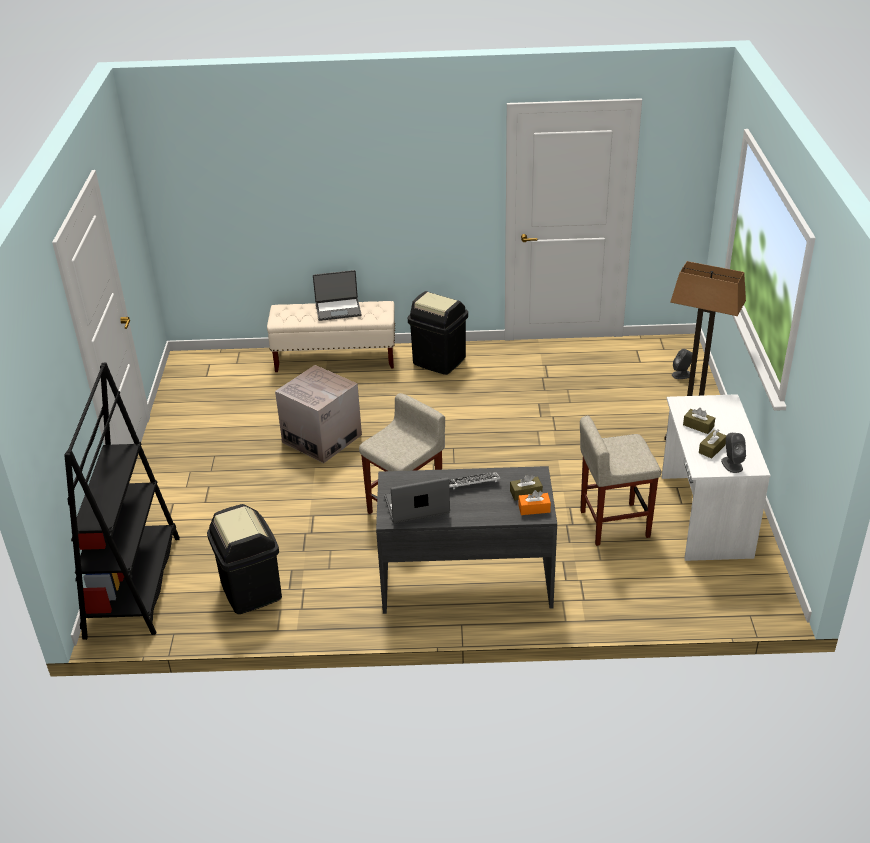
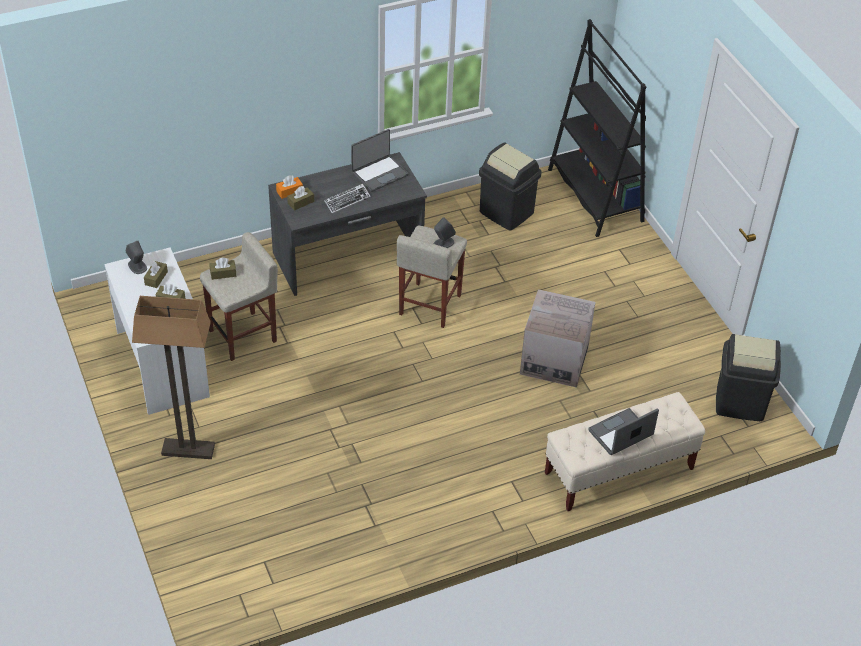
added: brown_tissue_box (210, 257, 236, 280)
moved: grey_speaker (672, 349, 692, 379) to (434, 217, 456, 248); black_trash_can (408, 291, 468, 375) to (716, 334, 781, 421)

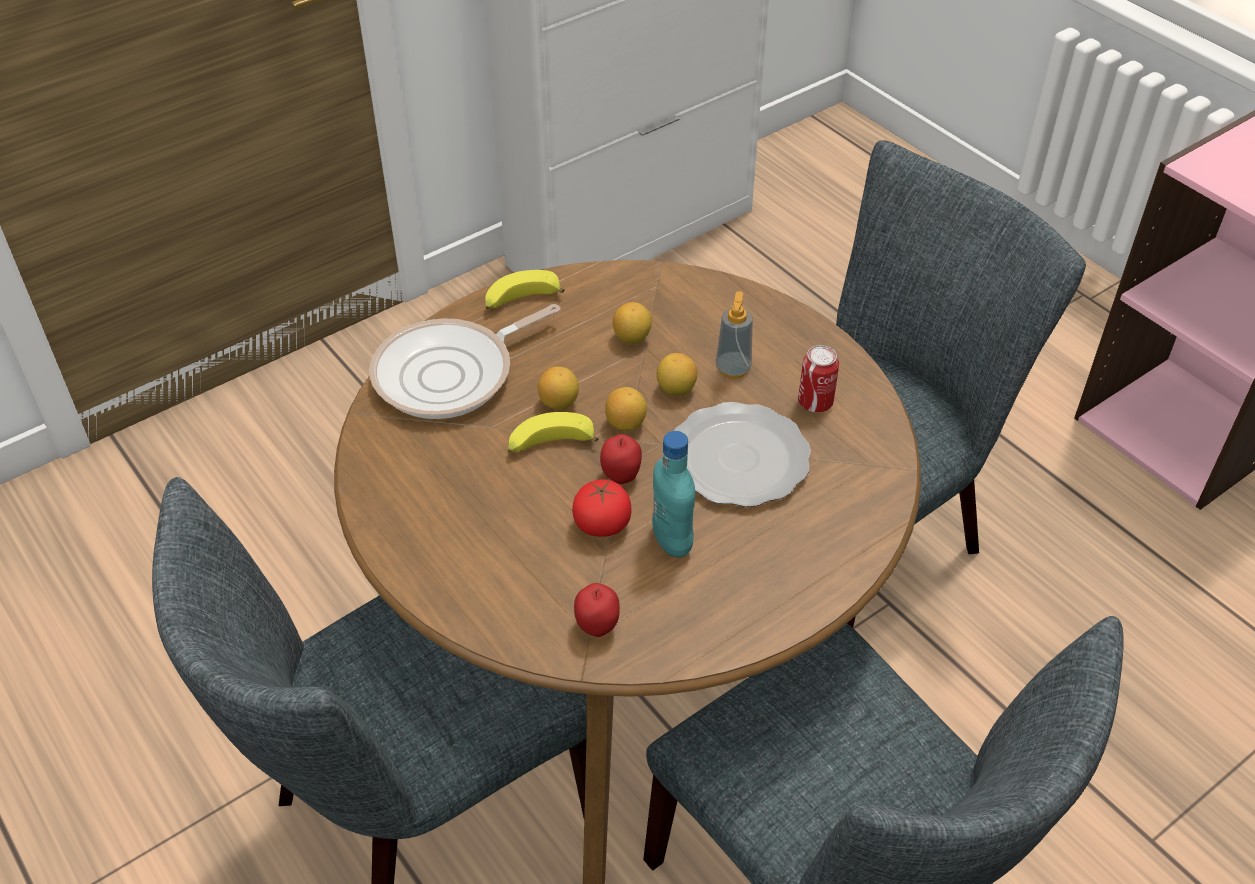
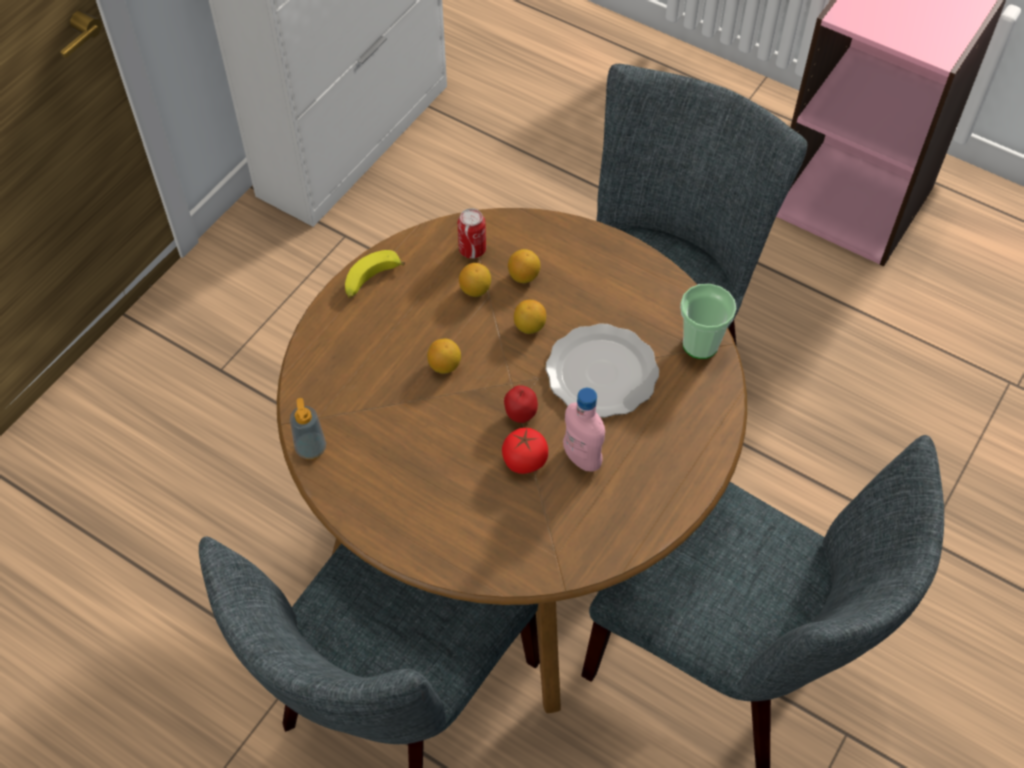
removed: frying_pan (370, 304, 560, 419); banana (508, 412, 599, 453); apple (574, 583, 620, 637)
added: cup (680, 284, 736, 359)
moved: soap_dispenser (716, 291, 753, 379) to (290, 398, 326, 460); can (798, 345, 839, 412) to (458, 208, 486, 259); lemon (605, 387, 647, 431) to (508, 249, 540, 283)
recoloured: turquoise_bottle (652, 431, 695, 558) to pink_bottle (563, 388, 605, 471)

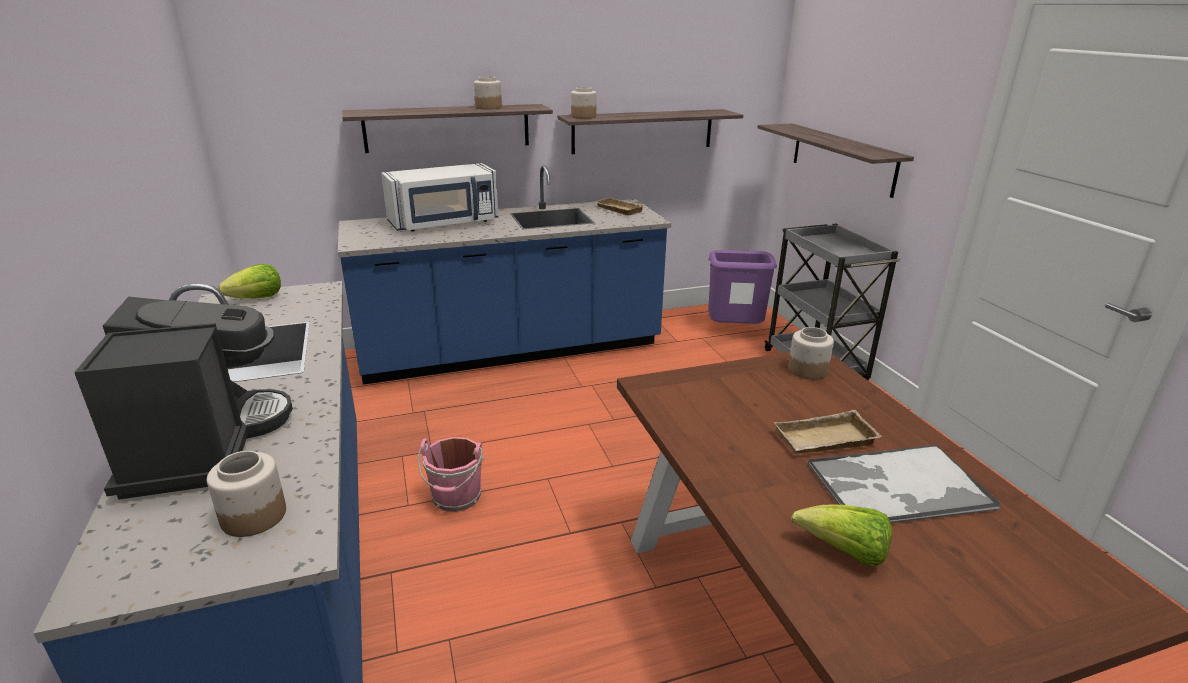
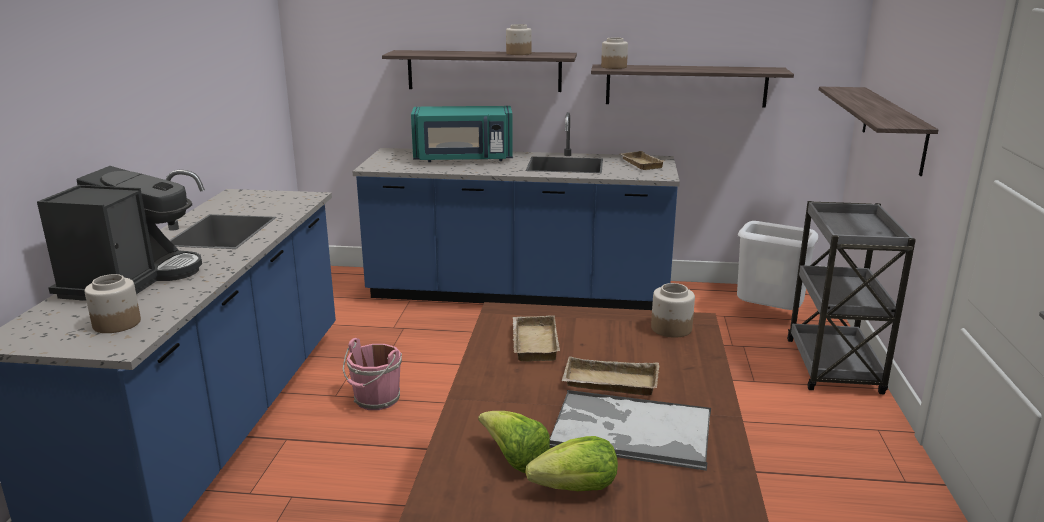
added: beige_tray (512, 315, 560, 362)
moved: lettuce (218, 264, 281, 298) to (525, 436, 618, 491)
recoloured: white_microwave (381, 163, 499, 232) to turquoise_microwave (411, 106, 513, 162); purple_trash_can (708, 250, 777, 324) to white_trash_can (737, 221, 818, 310)

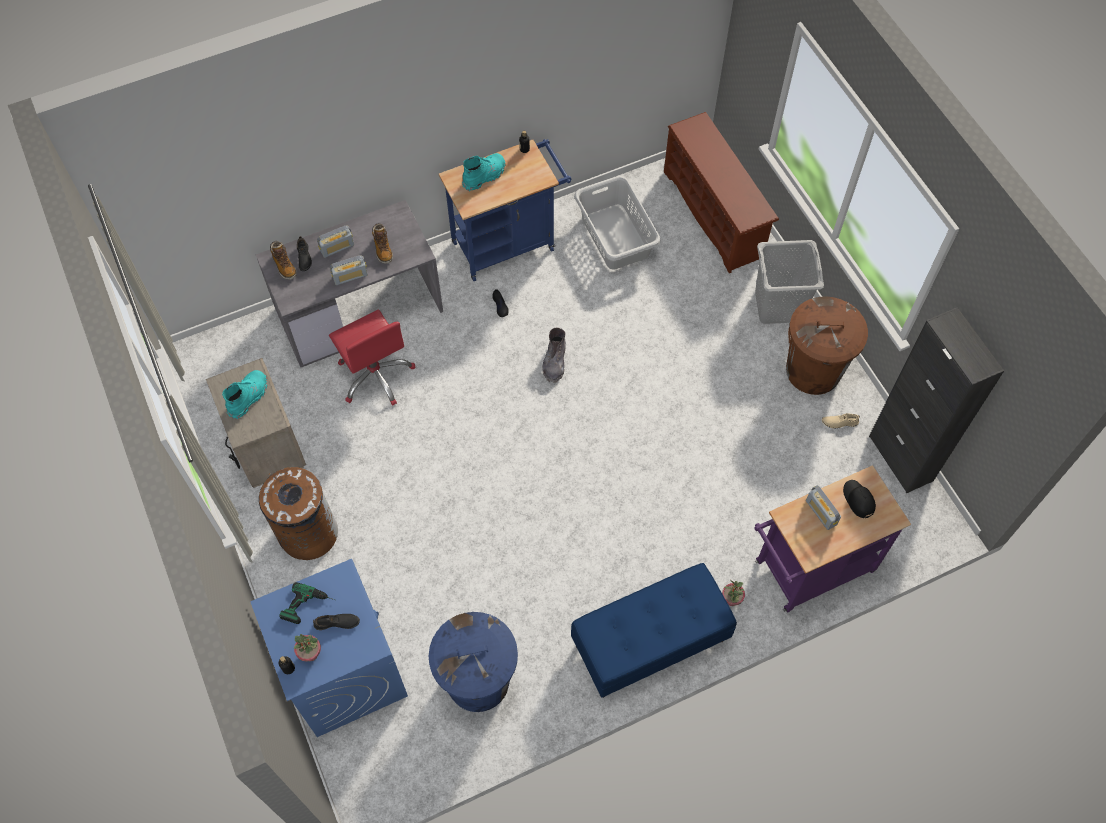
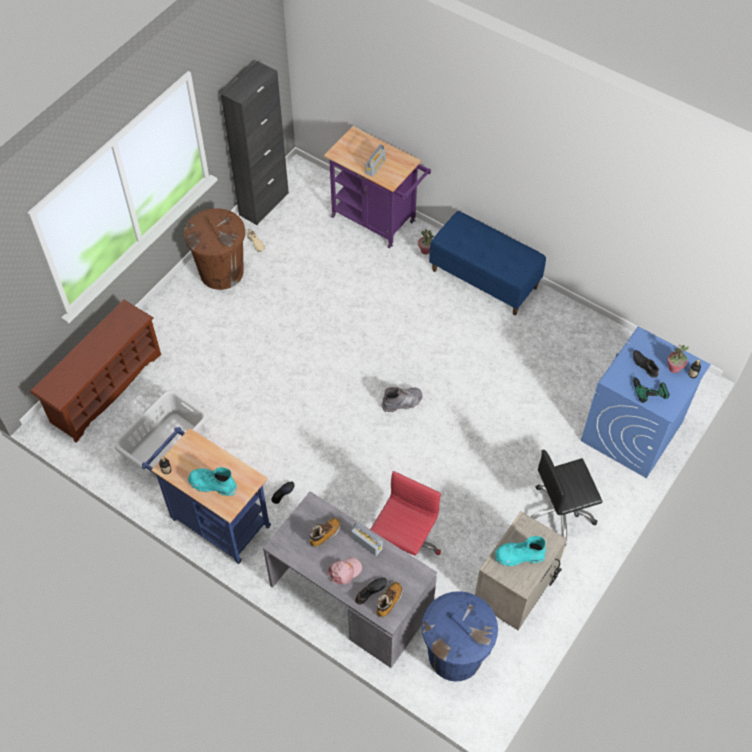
removed: grey_laundry_basket (755, 240, 824, 324); black_cap (843, 480, 876, 519)
moved: grey_boot (542, 328, 566, 383) to (381, 387, 423, 412); blue_trash_can (429, 612, 518, 712) to (422, 591, 498, 681)
replaced: radio (317, 225, 354, 258) to pink_cap (328, 557, 362, 585); brown_trash_can (259, 467, 338, 560) to black_office_chair (531, 450, 603, 546)

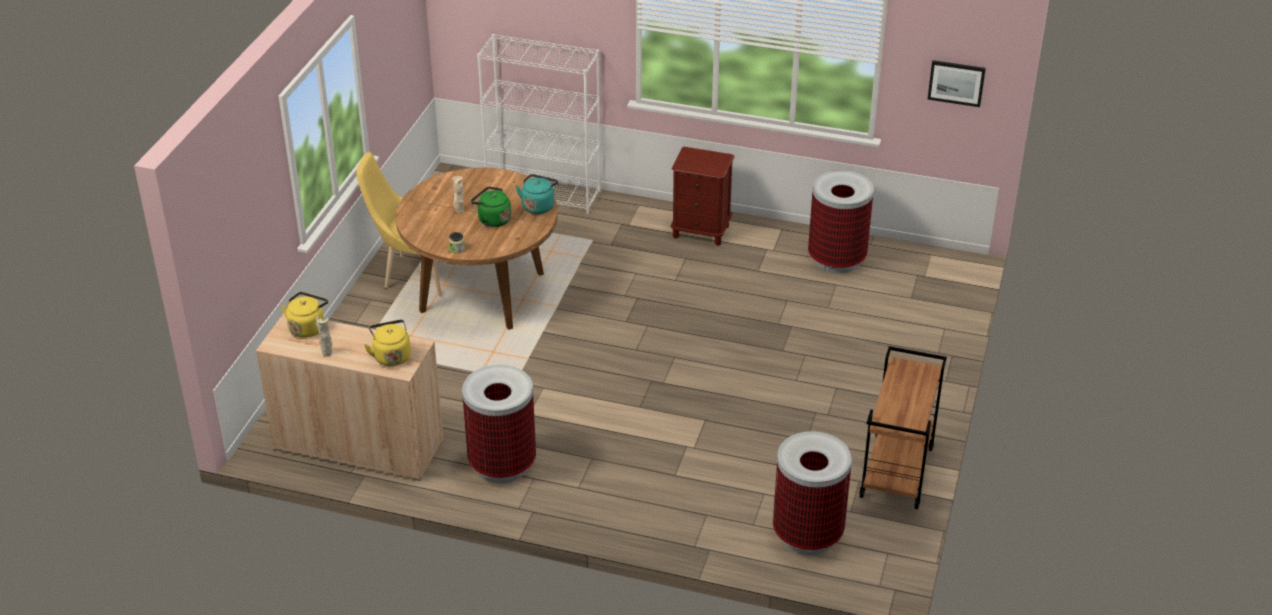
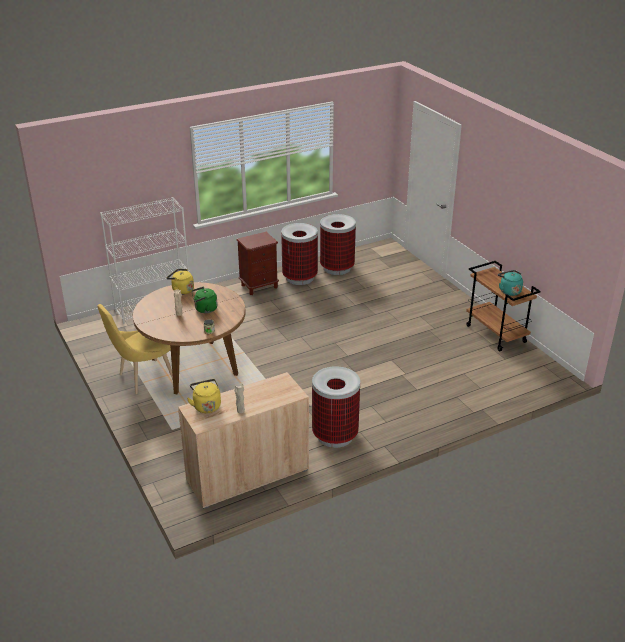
removed: picture (927, 60, 986, 107)
moved: yellow_kettle (364, 320, 411, 366) to (167, 269, 194, 295); trash_can (773, 431, 852, 555) to (281, 223, 318, 285); turquoise_kettle (516, 174, 558, 214) to (498, 270, 523, 296)

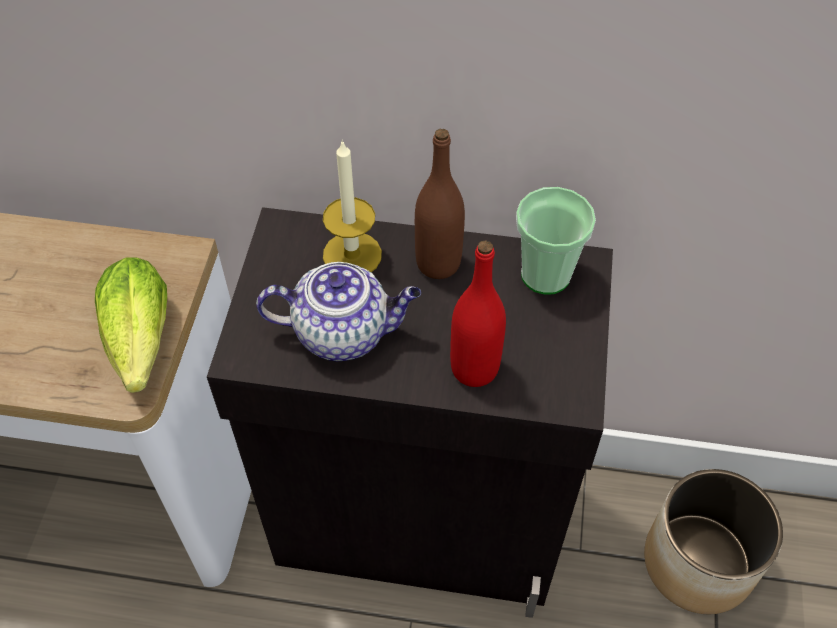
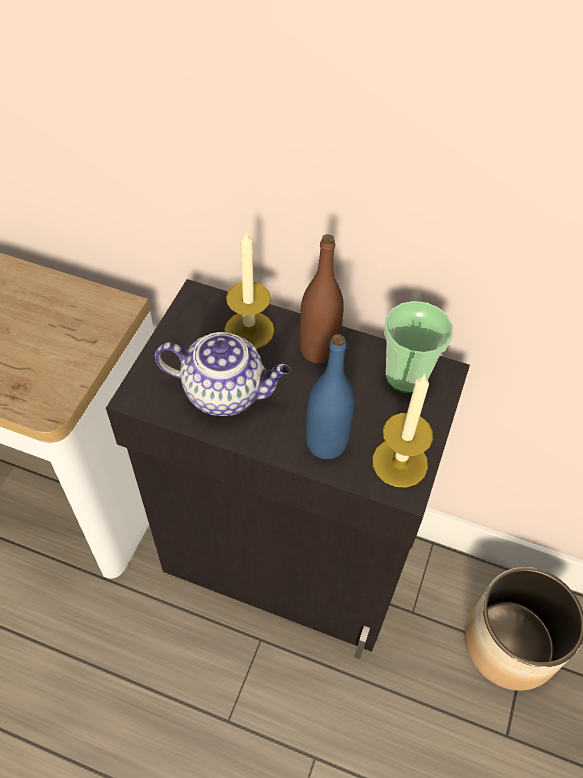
removed: lettuce (95, 257, 167, 393)
added: candle (372, 373, 433, 487)
recoloured: red_bottle (450, 240, 506, 387) to blue_bottle (306, 334, 355, 459)

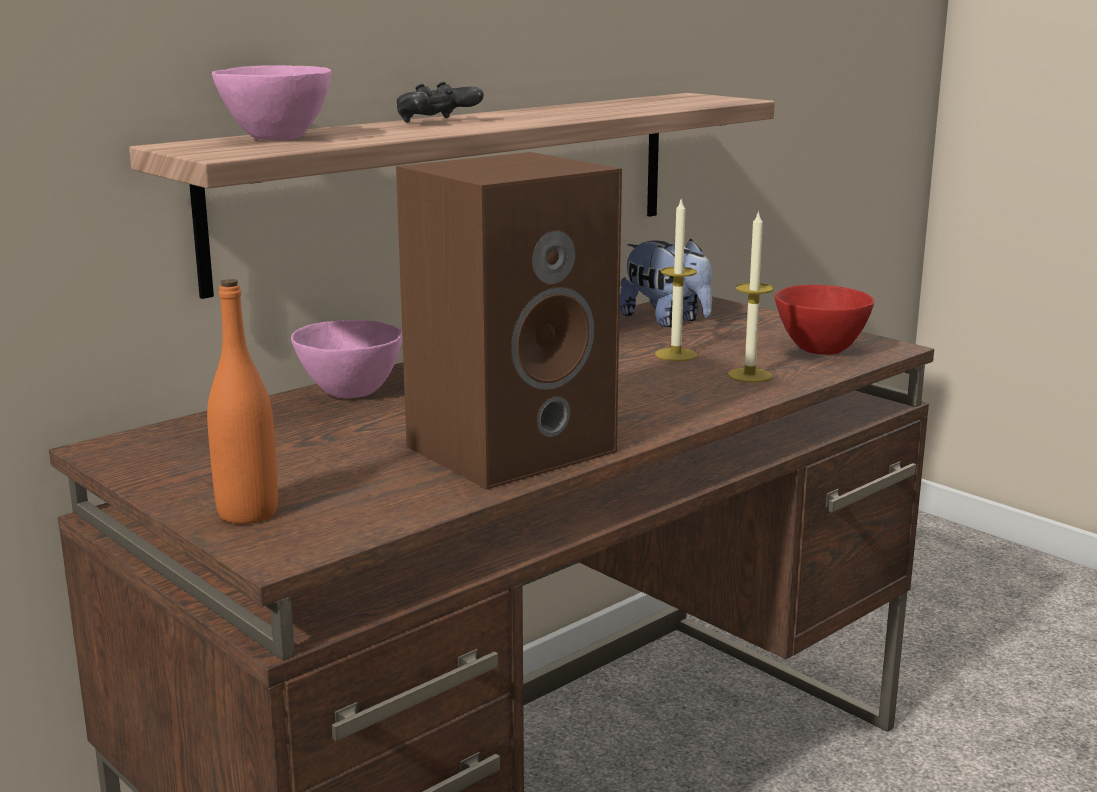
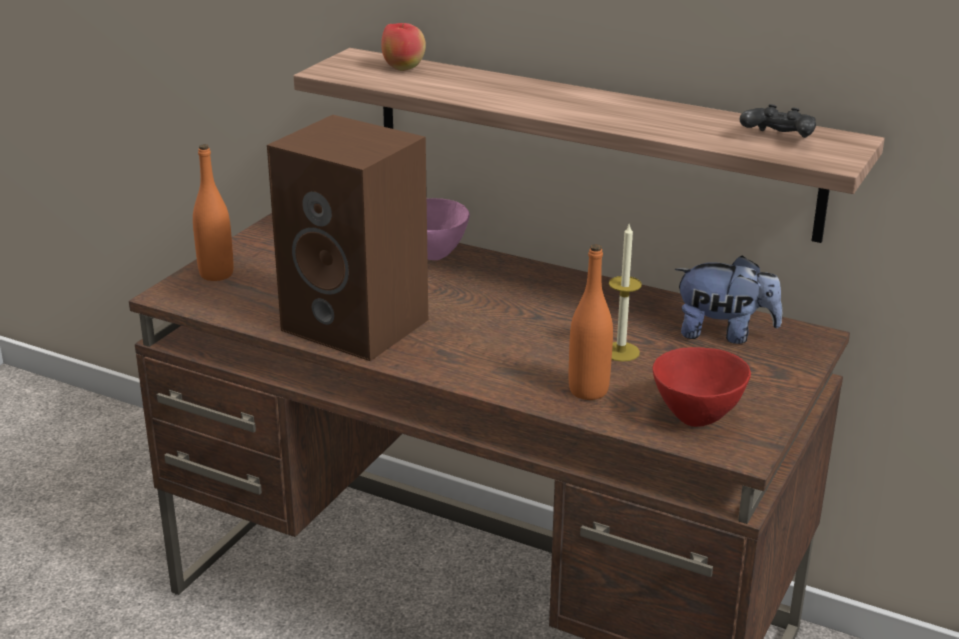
moved: black_game_controller (397, 82, 484, 123) to (739, 104, 816, 138)
replaced: pink_bowl (212, 65, 331, 141) to apple (381, 23, 426, 71); candle (728, 210, 774, 382) to orange_bottle (569, 244, 613, 400)
turned: plush_toy (619, 239, 712, 327) = (675, 255, 782, 344) 105 degrees counterclockwise

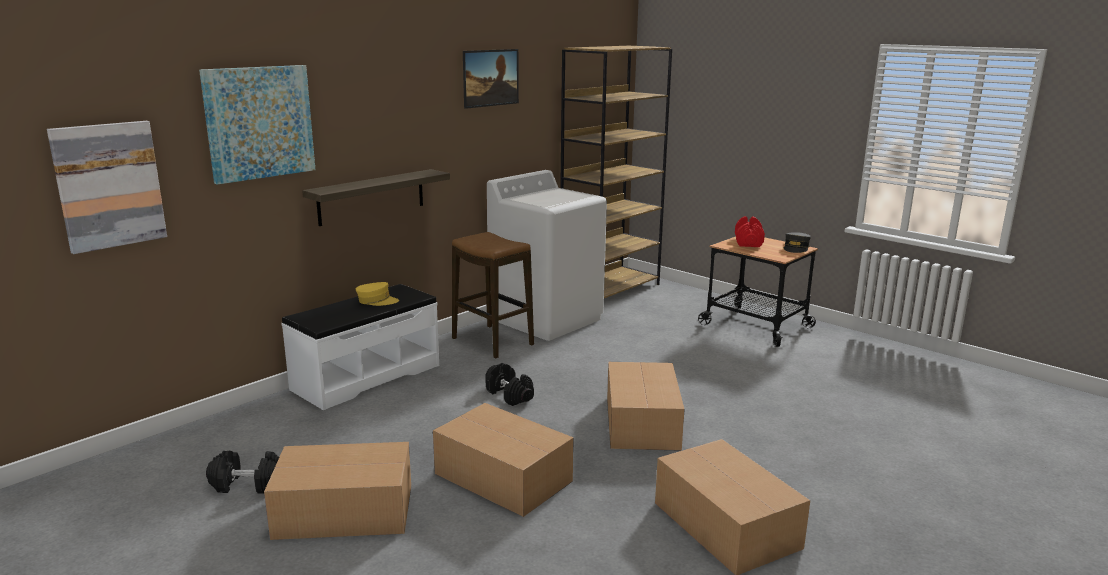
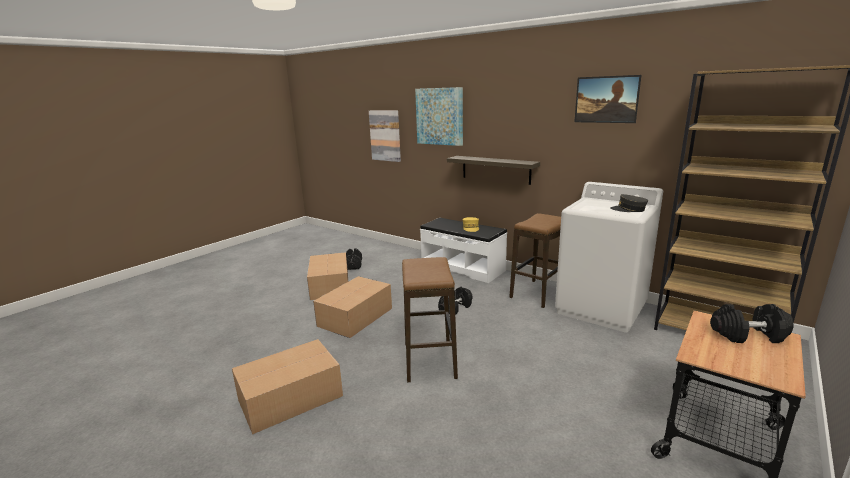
moved: grey_cap (784, 232, 811, 253) to (610, 194, 648, 212)
replaced: cardboard_box (607, 362, 685, 451) to stool (402, 257, 458, 382)
recoloured: red_dumbbell (735, 216, 765, 247) to black_dumbbell (710, 304, 794, 343)

